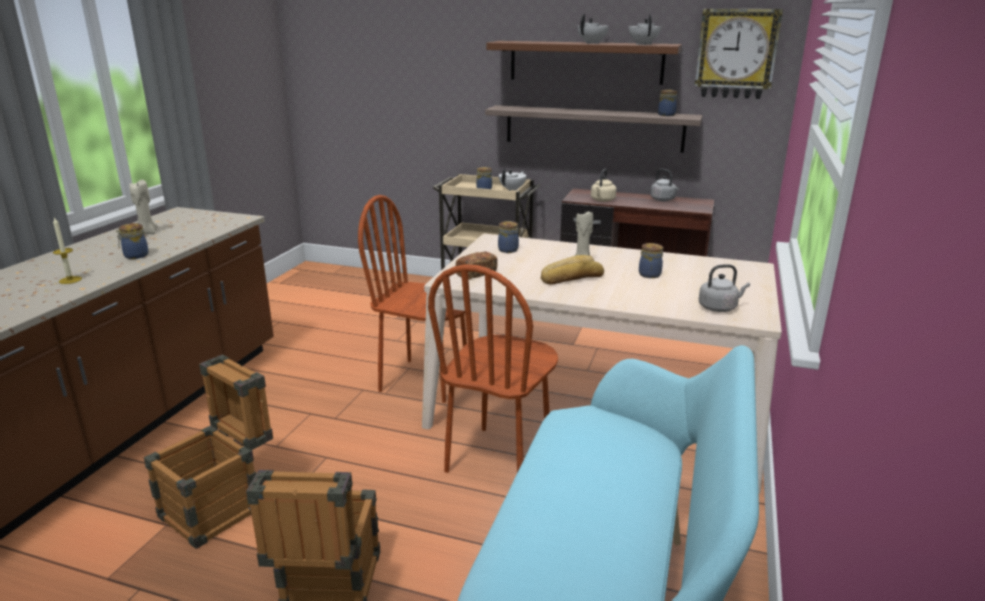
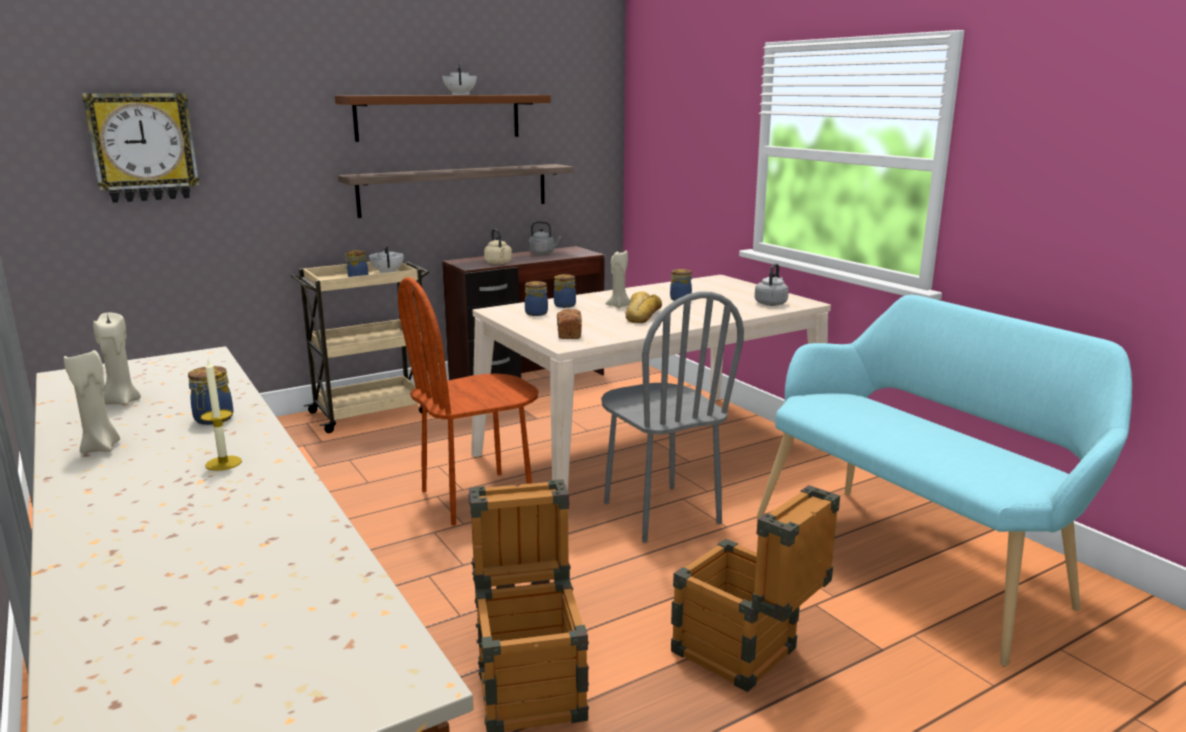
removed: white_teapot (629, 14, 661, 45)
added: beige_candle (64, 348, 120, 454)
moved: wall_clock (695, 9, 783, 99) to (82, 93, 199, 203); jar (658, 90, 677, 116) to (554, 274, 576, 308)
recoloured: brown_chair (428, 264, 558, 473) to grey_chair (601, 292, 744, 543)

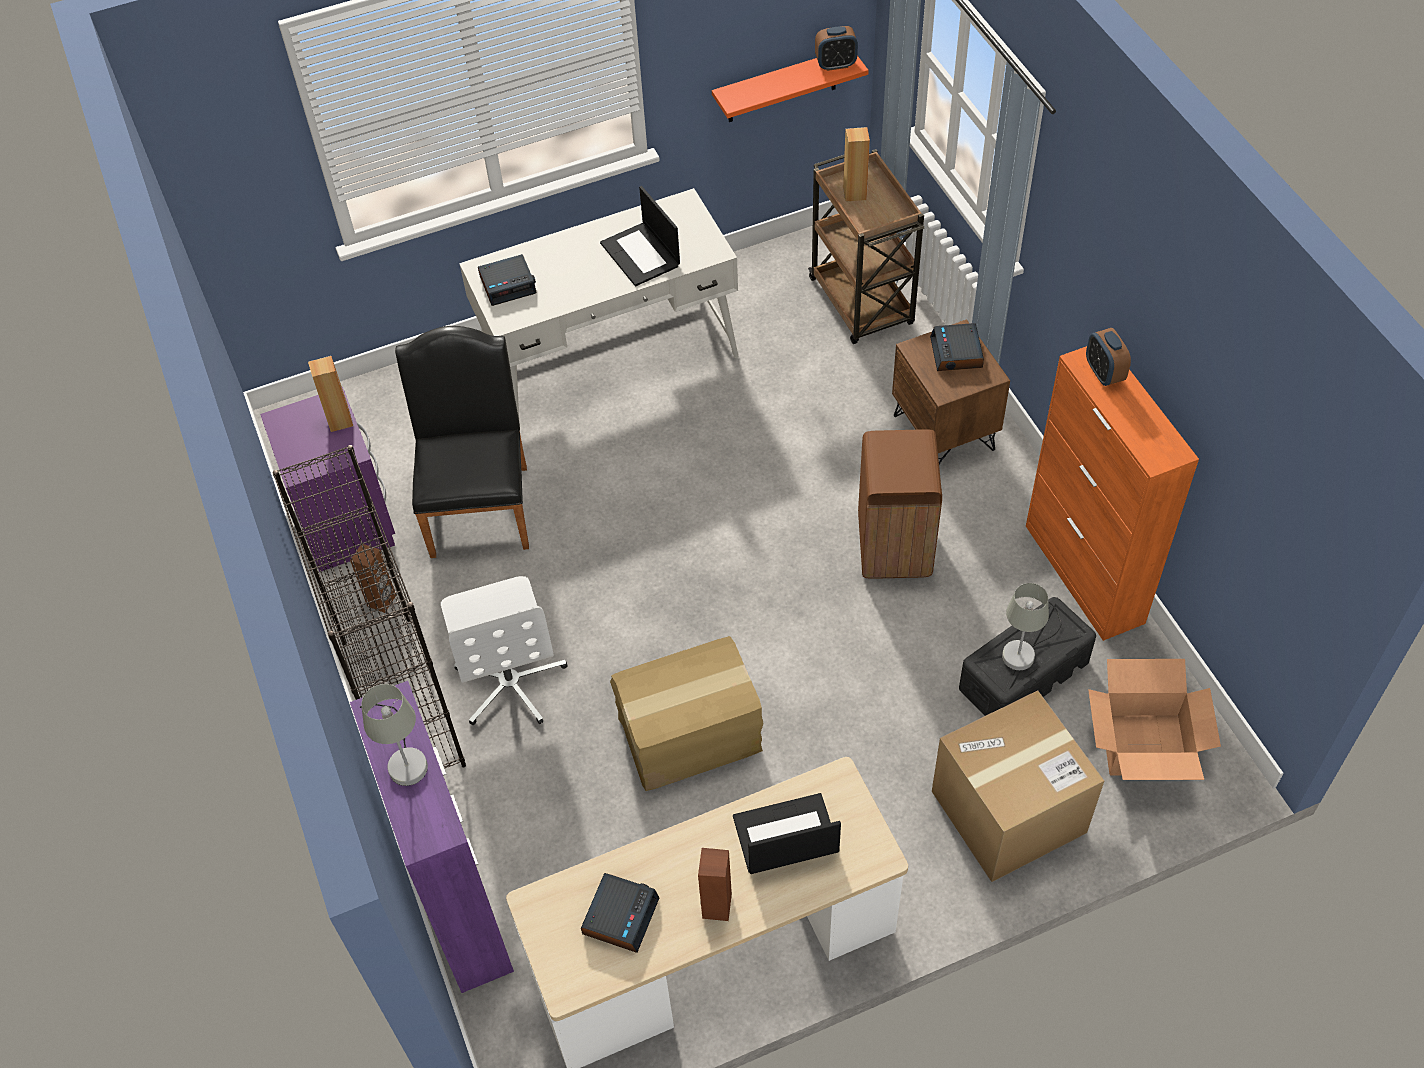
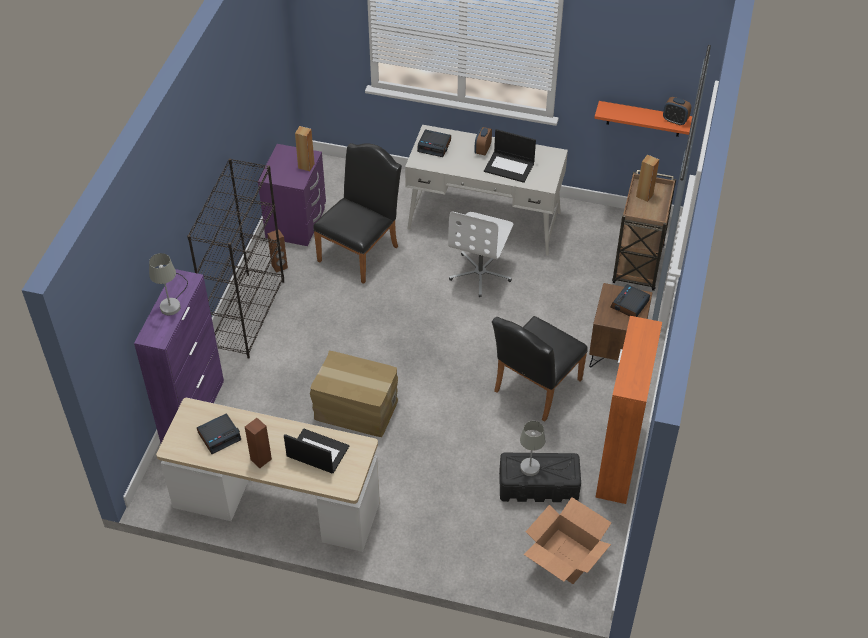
removed: cardboard_box (932, 691, 1104, 882)
moved: white_office_chair (441, 576, 568, 725) to (448, 212, 513, 297); alarm_clock (1086, 328, 1131, 386) to (474, 127, 492, 155)
replaced: brown_trash_can (858, 429, 942, 579) to black_chair (492, 316, 588, 421)
turned: laptop (600, 186, 680, 286) = (484, 129, 536, 183) 75 degrees counterclockwise

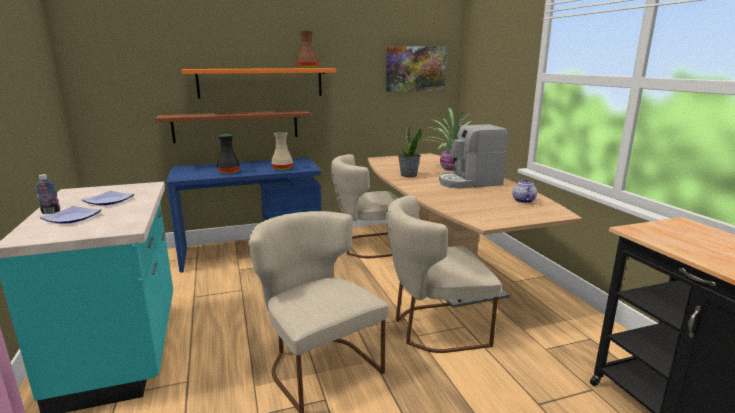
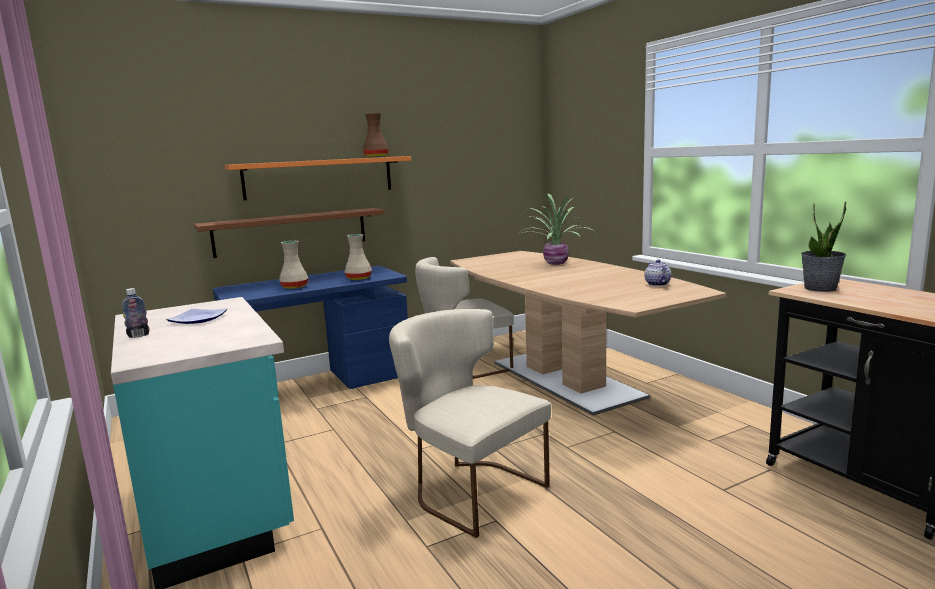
removed: plate (40, 206, 101, 224); picture (386, 46, 447, 92); beige_chair (386, 195, 501, 353); coffee_machine (439, 124, 509, 189)
moved: potted_plant (398, 126, 422, 177) to (801, 201, 846, 292)
recoloured: black_vase (217, 134, 240, 173) to beige_vase (279, 241, 308, 289)

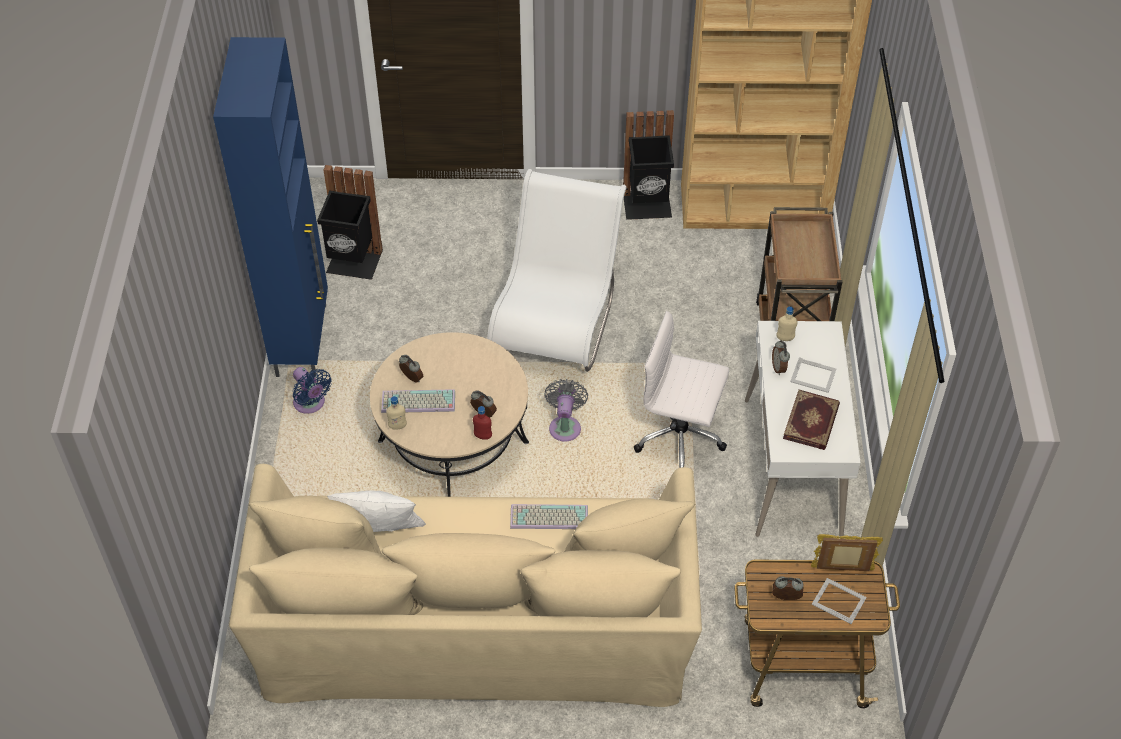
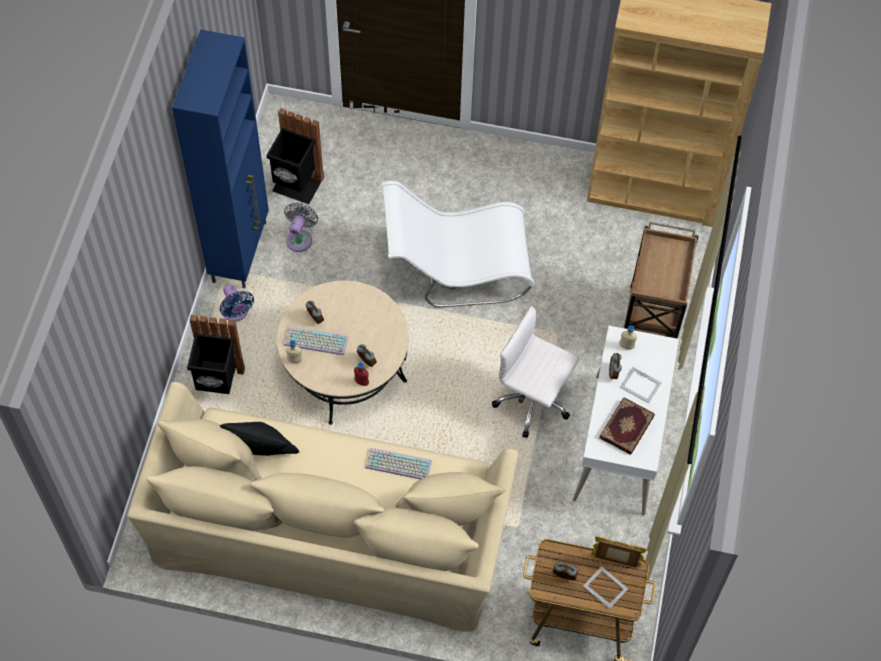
moved: black_trash_can (623, 110, 674, 220) to (187, 315, 245, 394); grey_fan (544, 379, 588, 442) to (284, 203, 318, 252)
recoloured: white_pillow (327, 490, 426, 532) to black_pillow (220, 422, 299, 456)
turned: white_chair (487, 169, 627, 372) = (382, 181, 534, 307) 120 degrees counterclockwise

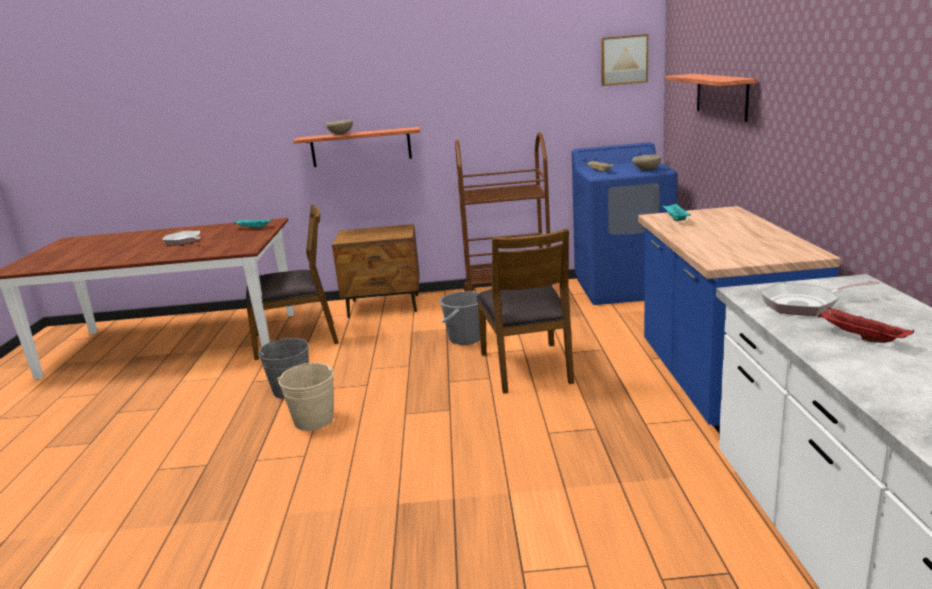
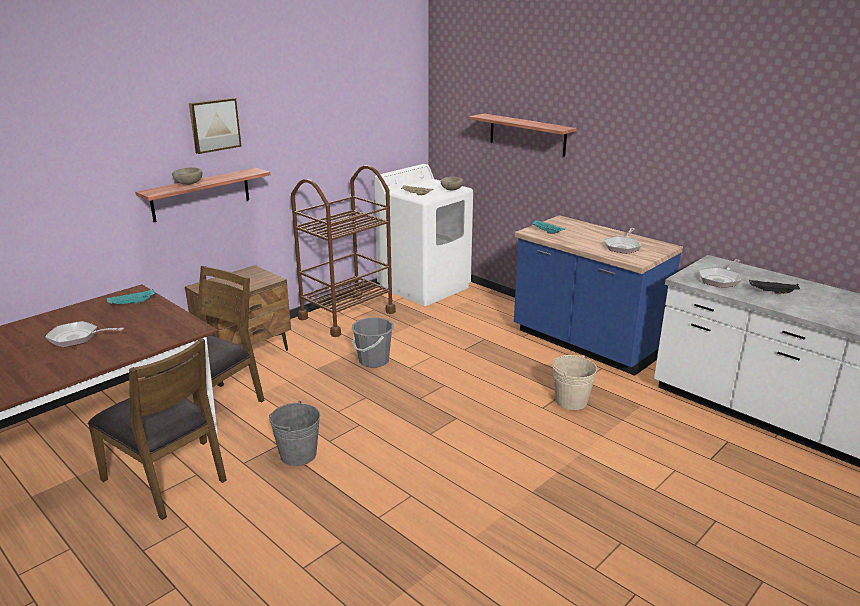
added: frying_pan (604, 228, 641, 254)
moved: brown_chair (476, 228, 574, 394) to (88, 338, 227, 520); picture (601, 34, 648, 86) to (189, 98, 242, 154); beige_bucket (277, 363, 334, 431) to (552, 355, 597, 410)
recoloured: blue_washing_machine (572, 142, 677, 305) to white_washing_machine (375, 164, 473, 306); red_tray (817, 307, 914, 343) to black_tray (749, 280, 800, 294)

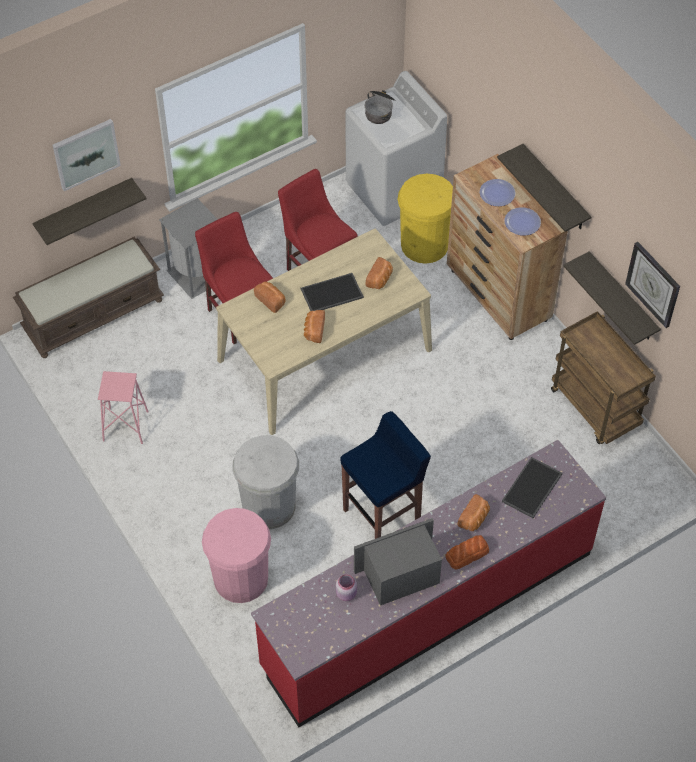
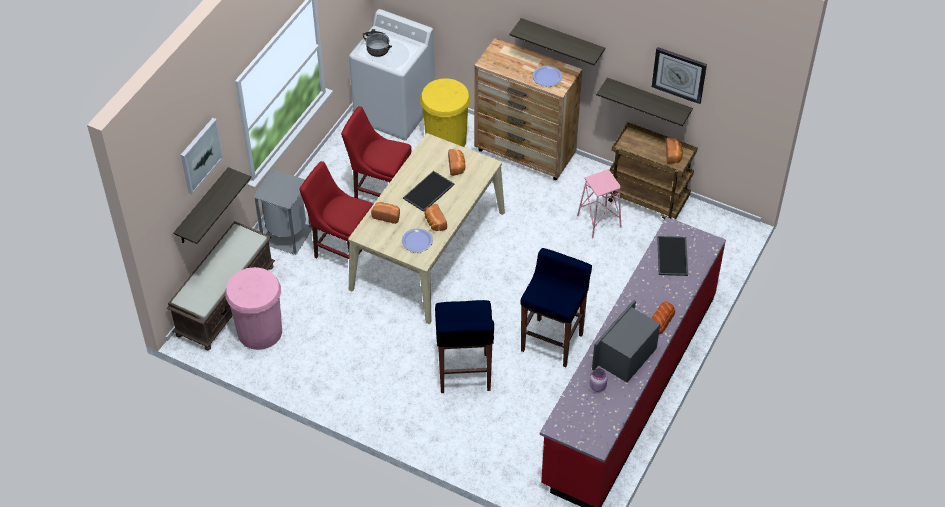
moved: pink_trash_can (202, 508, 271, 603) to (225, 267, 282, 350); plate (480, 179, 516, 206) to (402, 228, 433, 253); pink_stool (98, 371, 149, 444) to (577, 169, 622, 238); bread (458, 494, 490, 531) to (666, 138, 683, 164)
replaced: white_trash_can (232, 435, 299, 529) to blue_stool (435, 300, 494, 393)

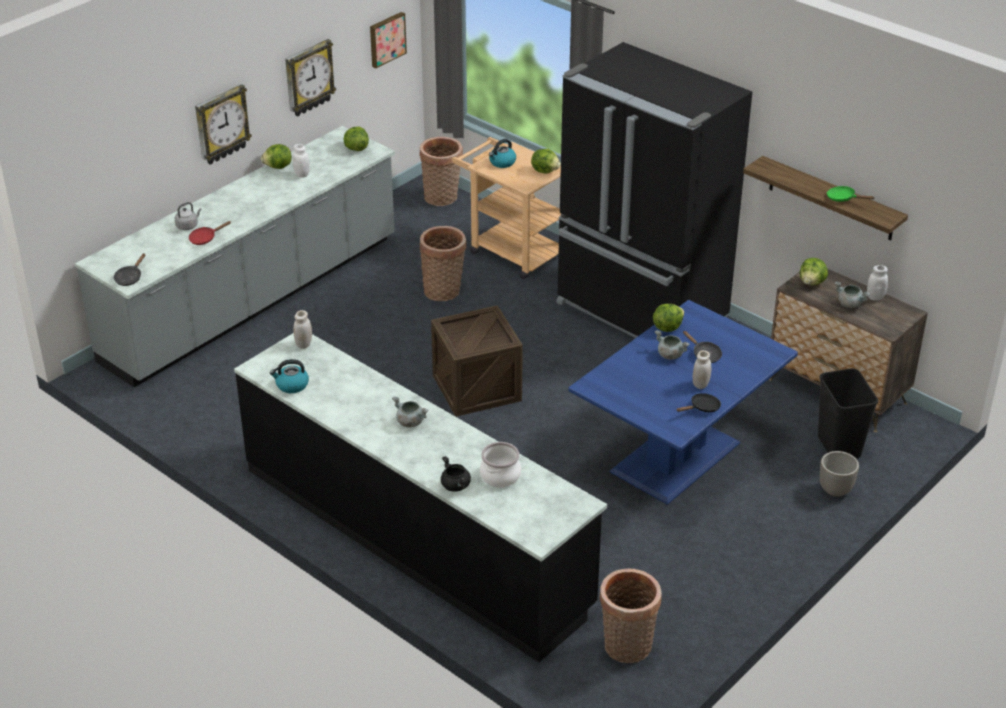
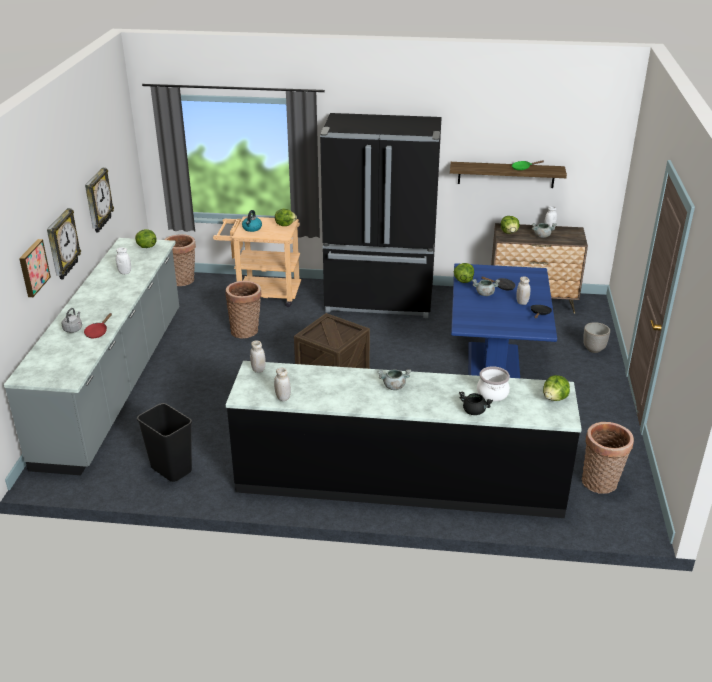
removed: black_frying_pan (114, 254, 145, 286)
moved: picture (370, 12, 407, 68) to (19, 239, 51, 297); black_trash_can (818, 369, 878, 459) to (137, 403, 192, 482); lettuce (261, 144, 292, 169) to (543, 375, 570, 401)
replaced: kettle (269, 359, 309, 393) to white_jar (274, 367, 291, 401)

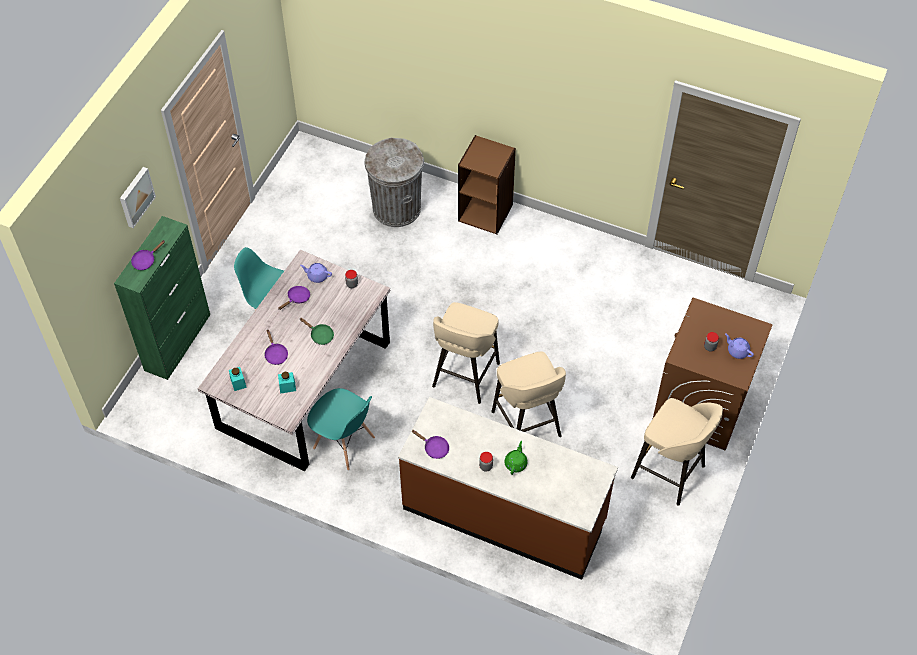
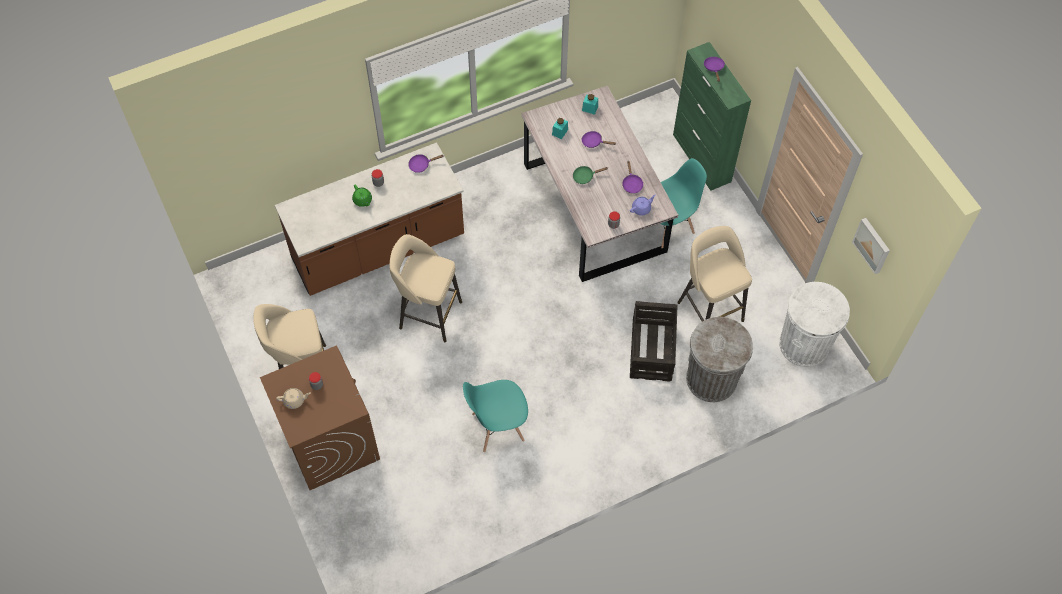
removed: brown_bookcase (458, 135, 516, 234)
added: crate (630, 301, 678, 382); white_trash_can (779, 282, 850, 367)
moved: turquoise_chair (307, 388, 375, 471) to (463, 380, 528, 452); beige_stool (432, 302, 500, 404) to (677, 226, 752, 322); picture (120, 167, 156, 228) to (852, 218, 890, 274)
recoloured: purple_teapot (725, 333, 754, 359) to beige_teapot (276, 388, 311, 409)

